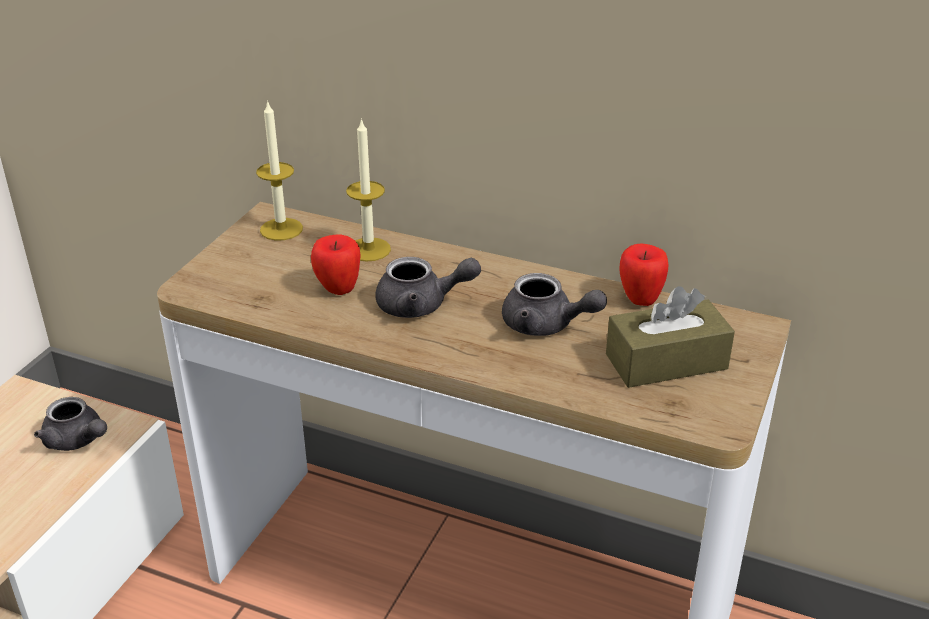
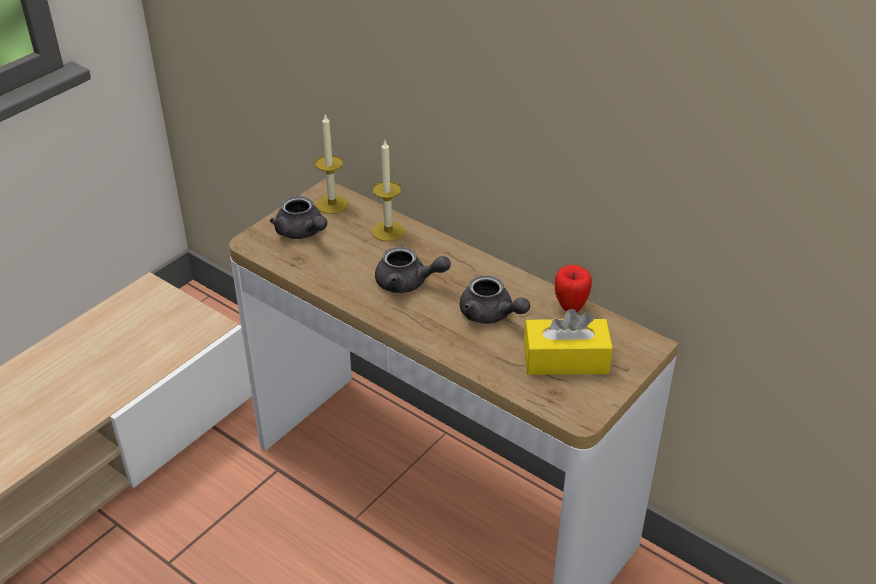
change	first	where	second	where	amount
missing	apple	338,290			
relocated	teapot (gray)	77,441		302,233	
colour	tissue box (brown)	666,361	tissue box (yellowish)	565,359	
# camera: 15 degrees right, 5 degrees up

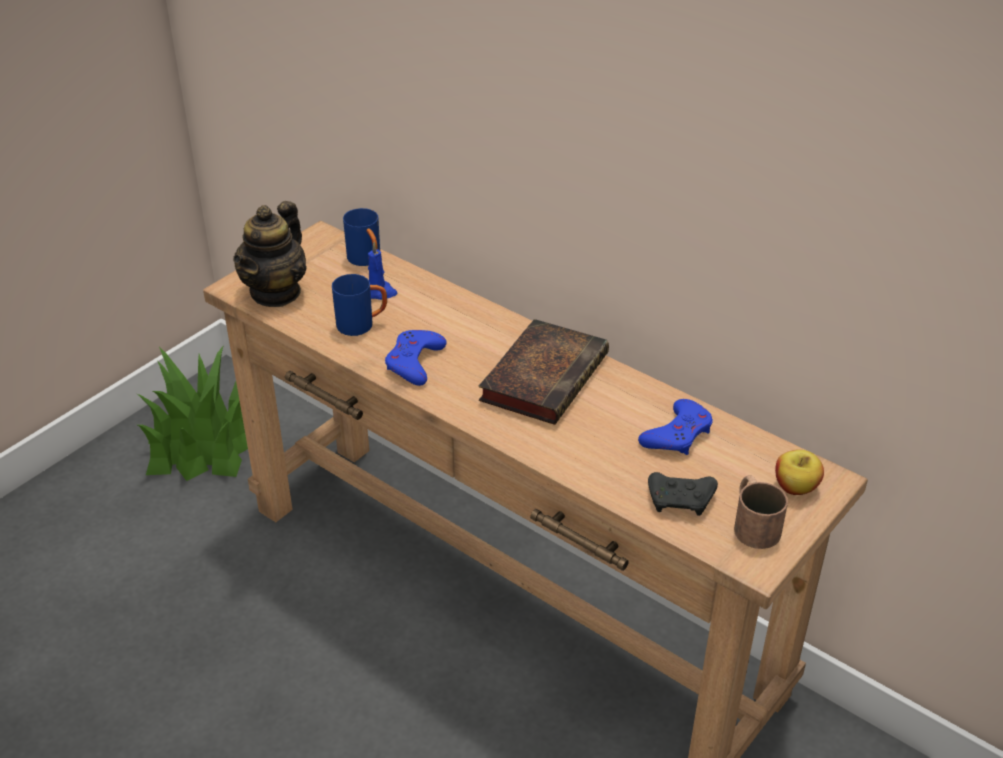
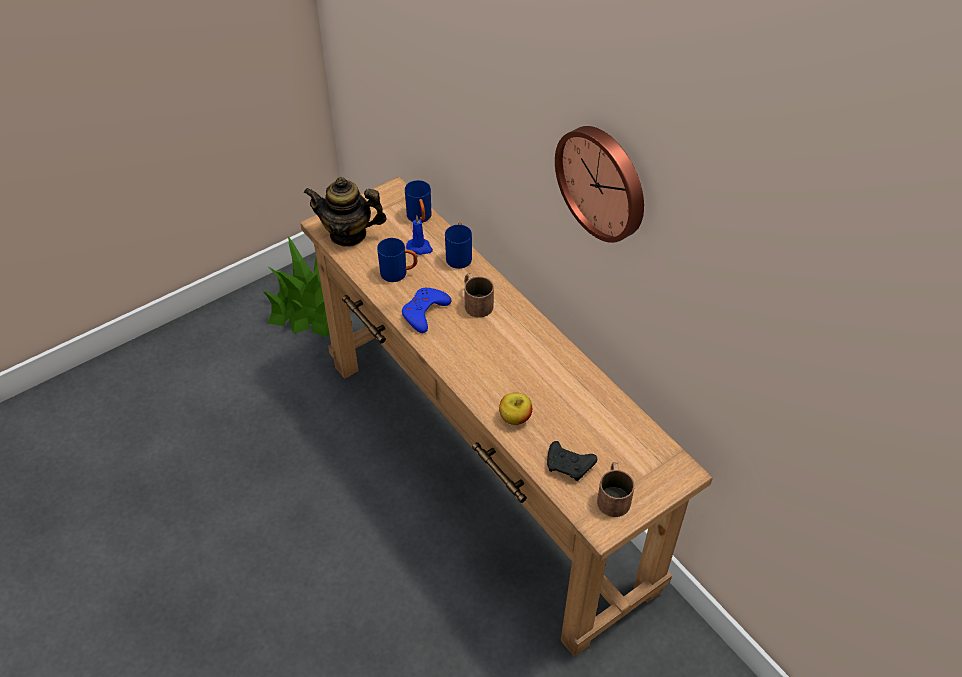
change	first	where	second	where	amount
missing	book	544,376			
missing	joypad (bluish)	678,434			
appeared			tea mug (bluish)	459,256	
appeared			tea mug (brown)	475,301	
appeared			hanging clock	603,182	
relocated	apple	795,487		515,417	
spun	teapot	276,292		348,234	60 degrees clockwise
# camera: 15 degrees right, 10 degrees up

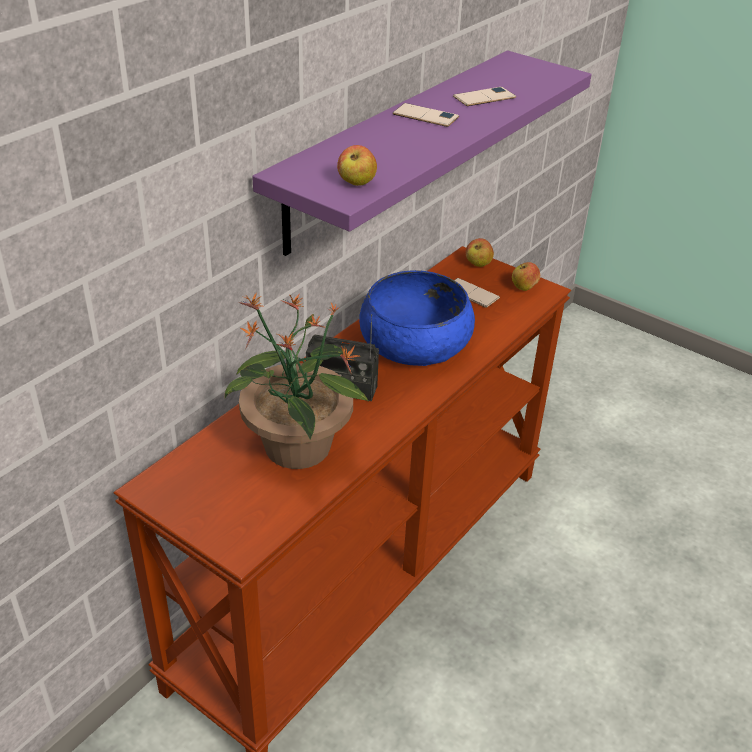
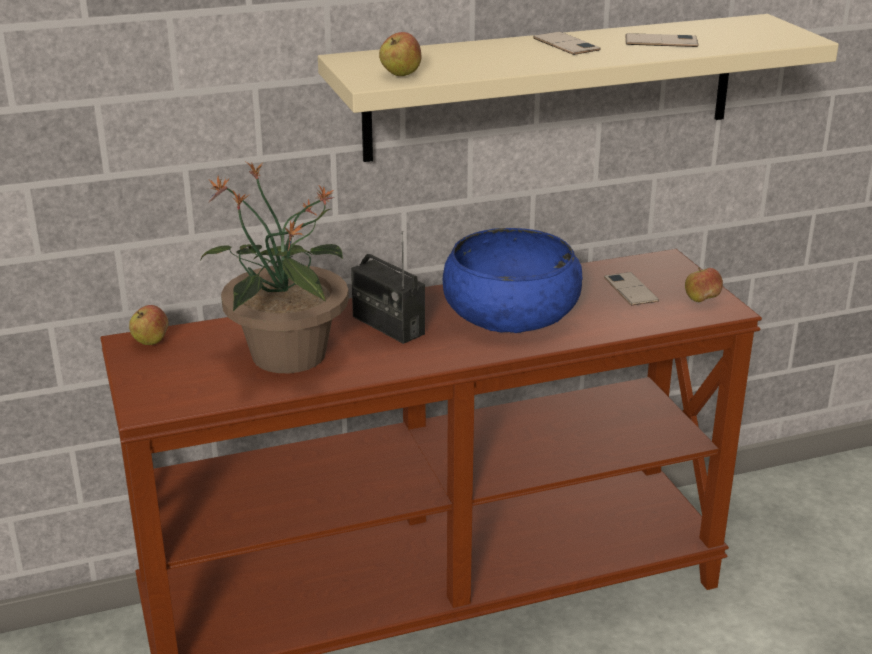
change	first	where	second	where	amount
relocated	apple	478,264		151,341	
colour	bracket shelf (purple)	395,148	bracket shelf (sand-coloured)	553,86	
# camera: 35 degrees right, 10 degrees down

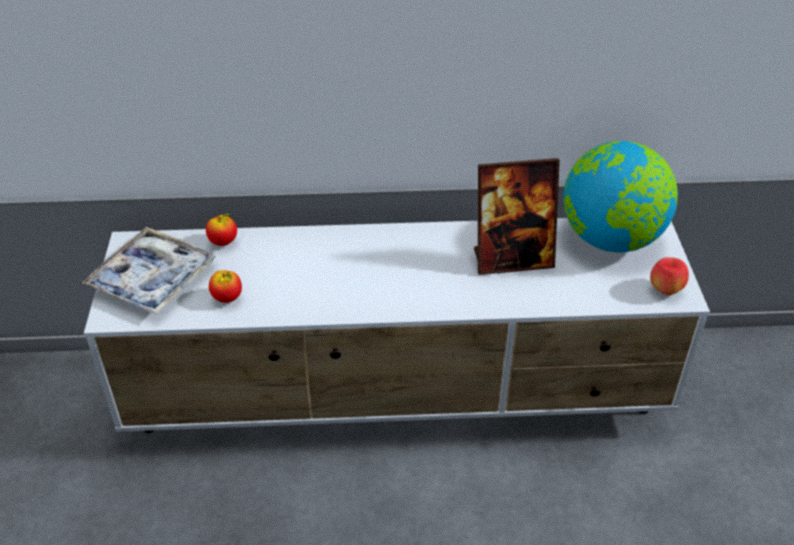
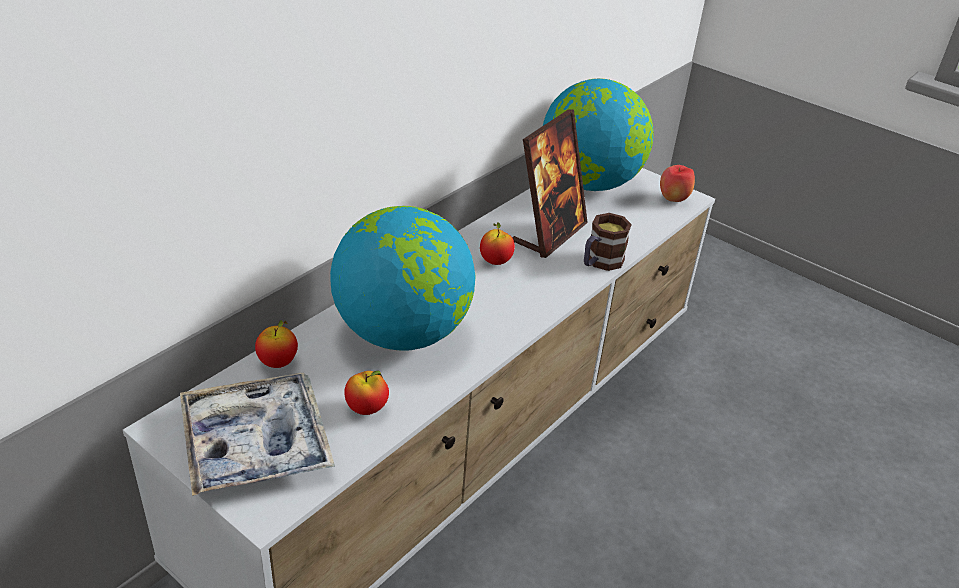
change	first	where	second	where	amount
appeared			globe	403,333	
appeared			apple	495,261	
appeared			tea mug	600,262	
# camera: 50 degrees left, 5 degrees down

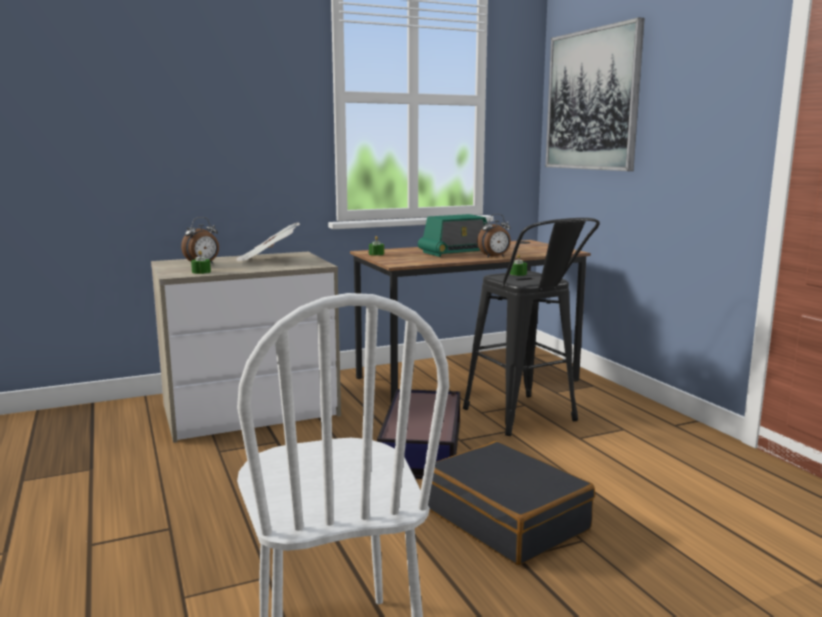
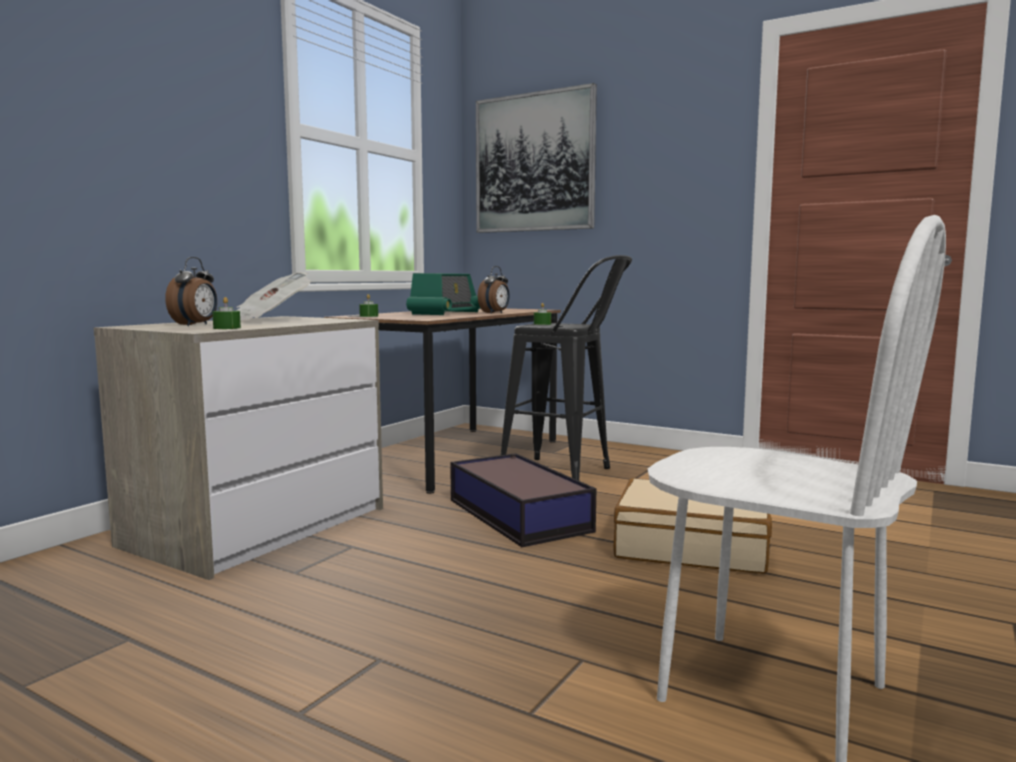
change	first	where	second	where	amount
colour	piece of luggage (black)	506,519	piece of luggage (sand-coloured)	691,546	
# camera: 35 degrees left, 5 degrees down

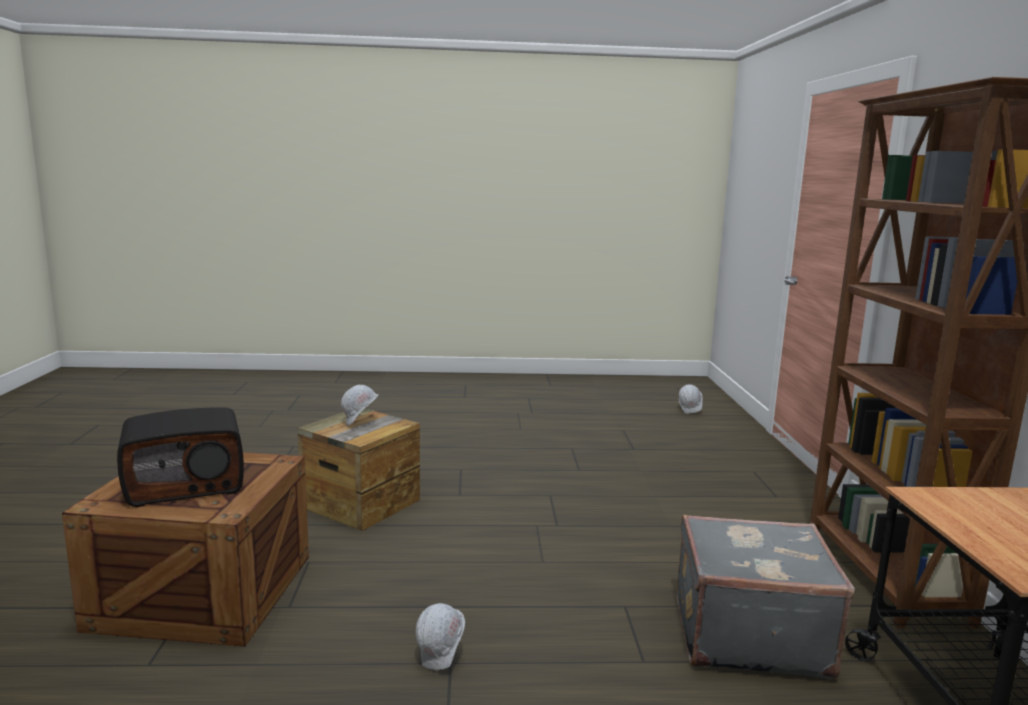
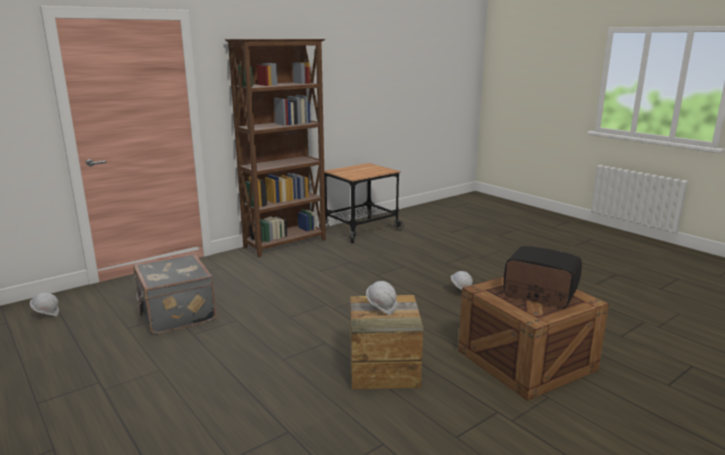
change	first	where	second	where	amount
relocated	piece of luggage (gray)	747,634		175,314	
# camera: 125 degrees left, 5 degrees up

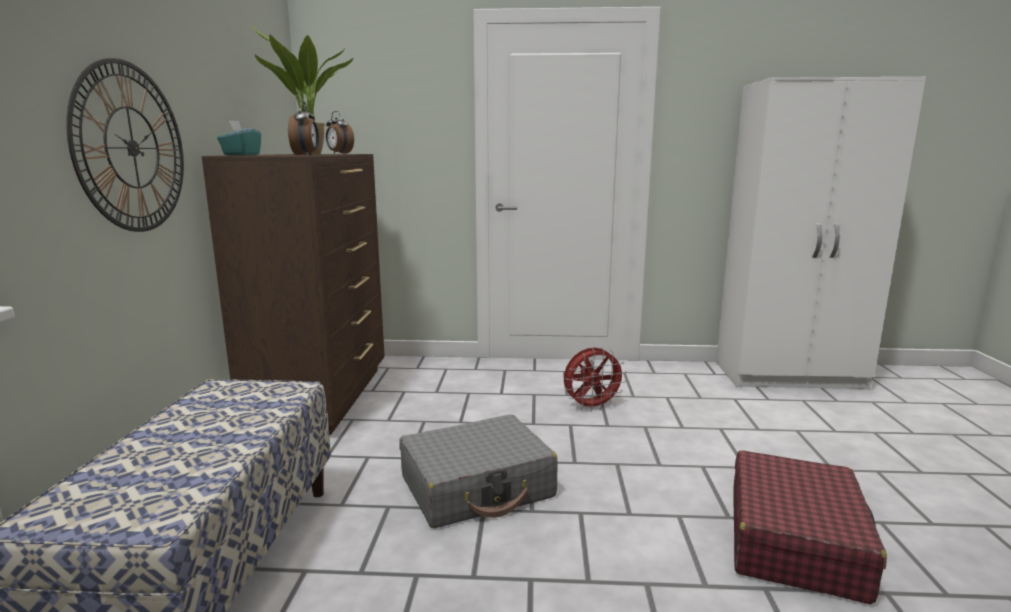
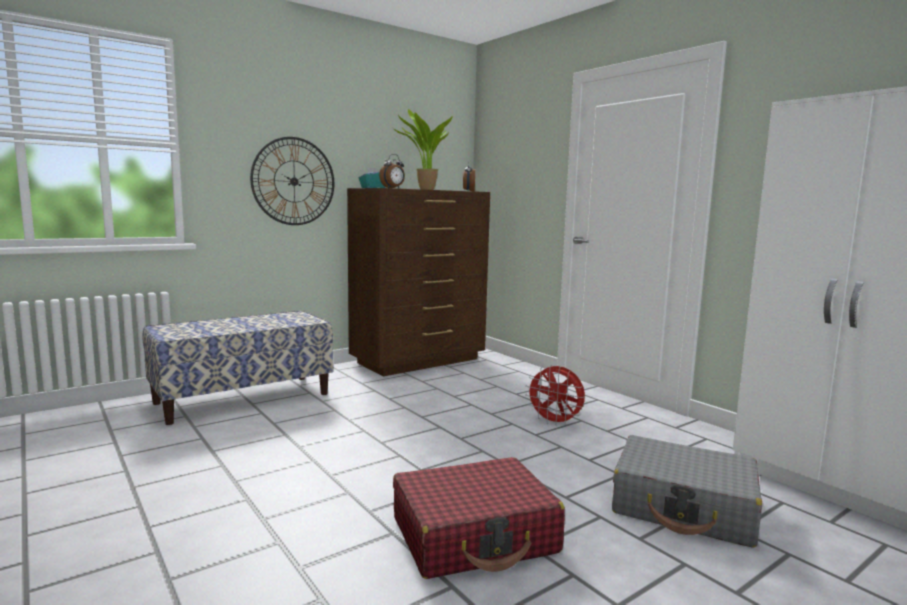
change	first	where	second	where	amount
relocated	piece of luggage (gray)	477,487		684,507	
# camera: 50 degrees right, 5 degrees down

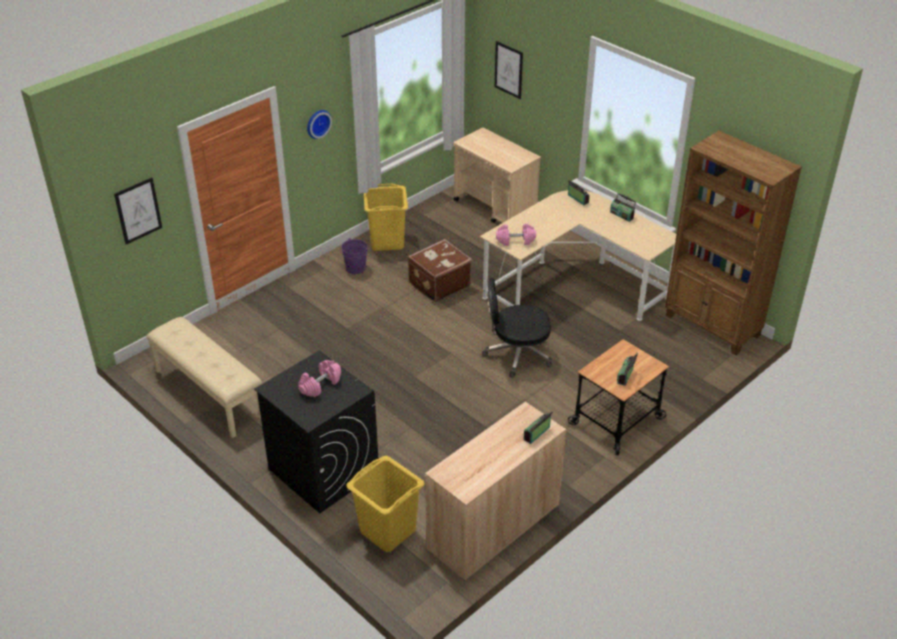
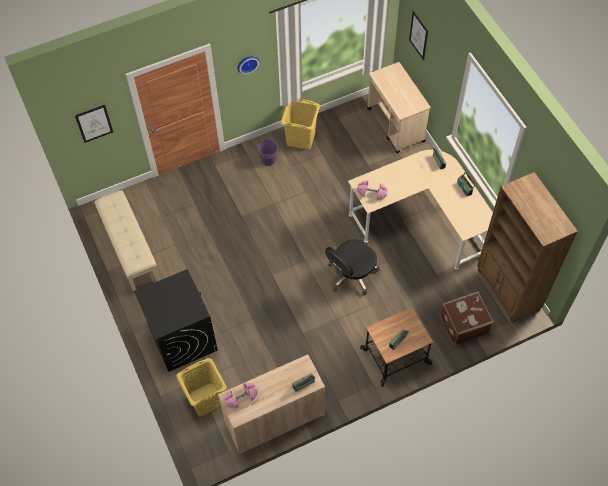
change	first	where	second	where	amount
relocated	hand weight (pinkish)	320,385		241,397	
relocated	piece of luggage (brown)	438,284		463,324	
spun	computer chair (black)	516,354		351,275	60 degrees counterclockwise
# camera: 20 degrees right, 20 degrees up

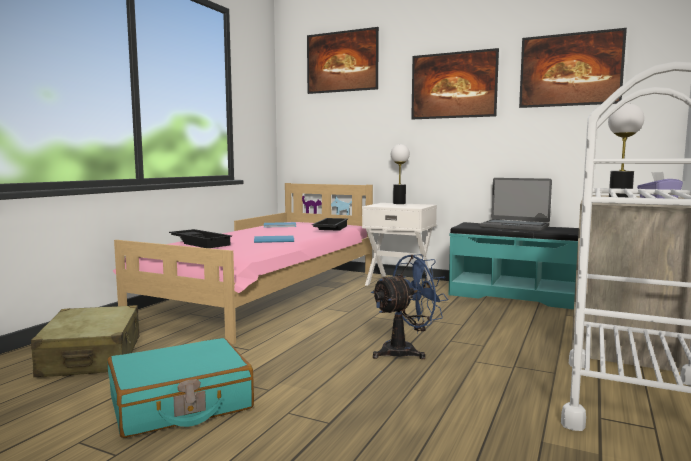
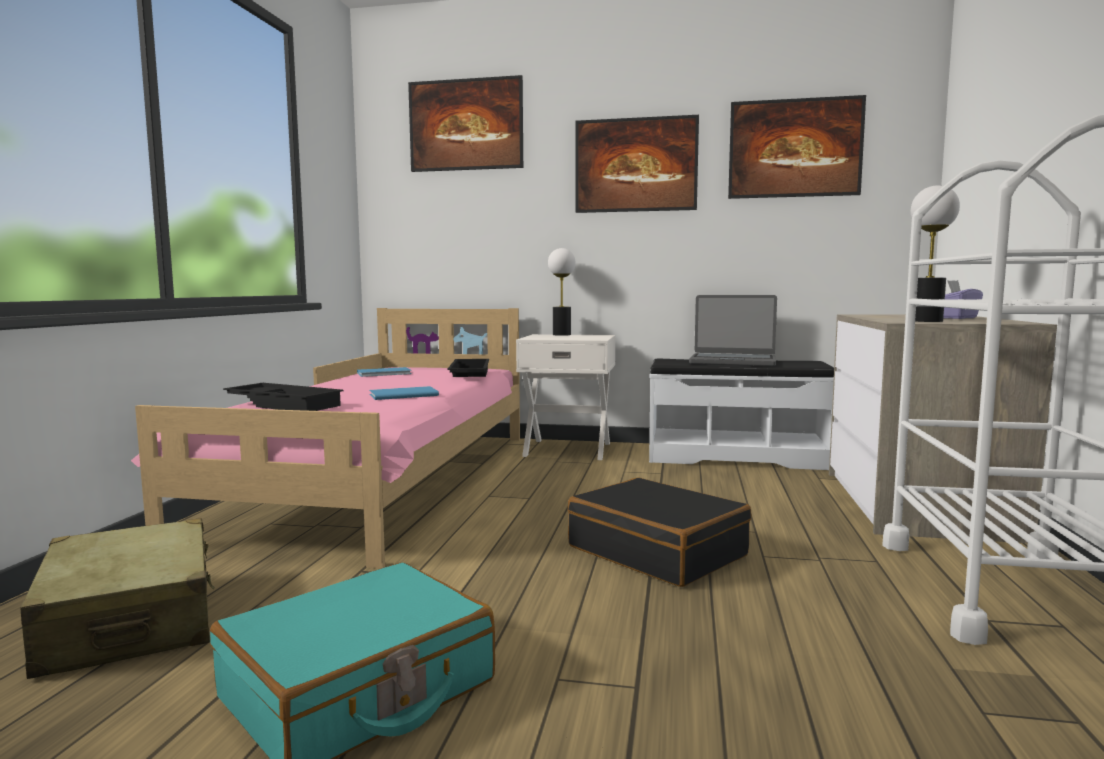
change	first	where	second	where	amount
exchanged	fan (bluish)	405,351	piece of luggage (black)	657,551	
colour	long seat (turquoise)	516,295	long seat (white-coloured)	736,456	
# camera: 15 degrees left, 0 degrees up

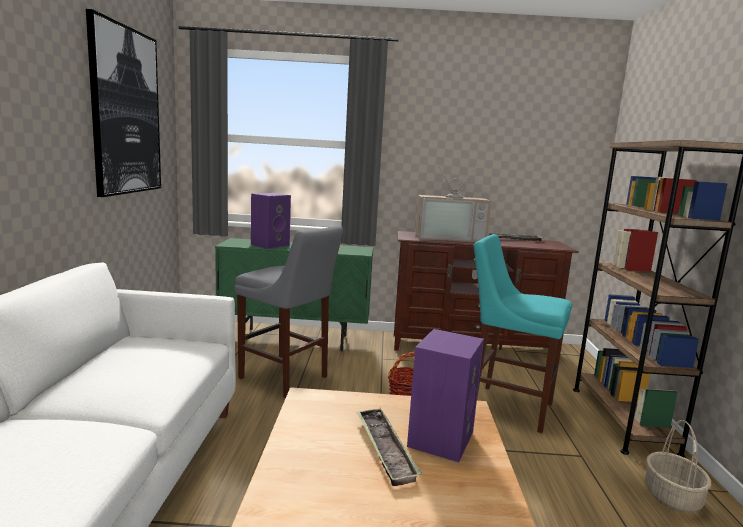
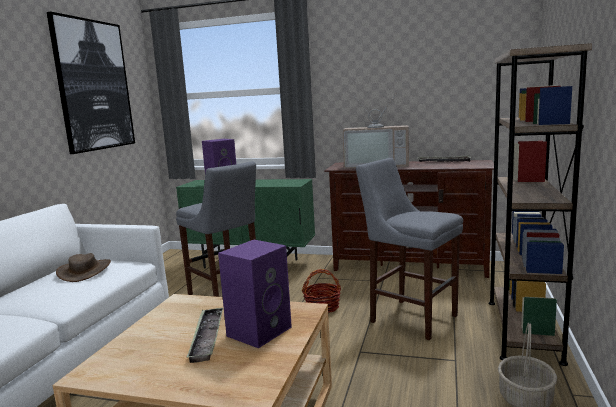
change	first	where	second	where	amount
appeared			clothing hat (brown)	85,271	
colour	stool (turquoise)	507,406	stool (gray)	410,317	
# camera: 15 degrees right, 0 degrees up

